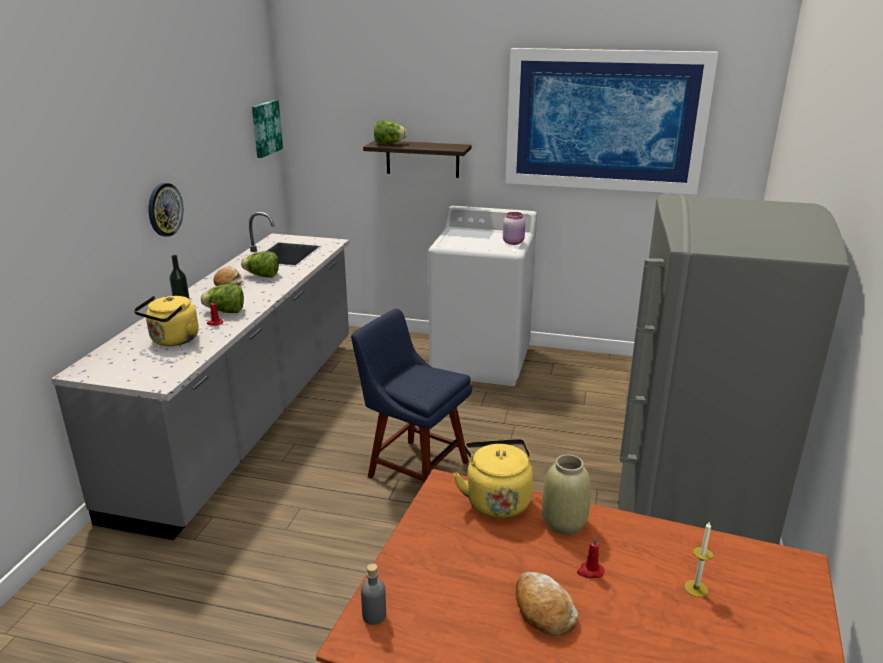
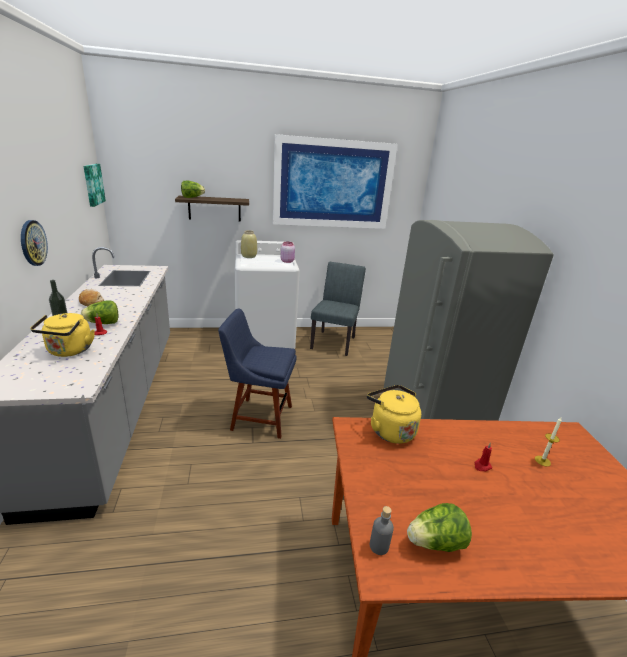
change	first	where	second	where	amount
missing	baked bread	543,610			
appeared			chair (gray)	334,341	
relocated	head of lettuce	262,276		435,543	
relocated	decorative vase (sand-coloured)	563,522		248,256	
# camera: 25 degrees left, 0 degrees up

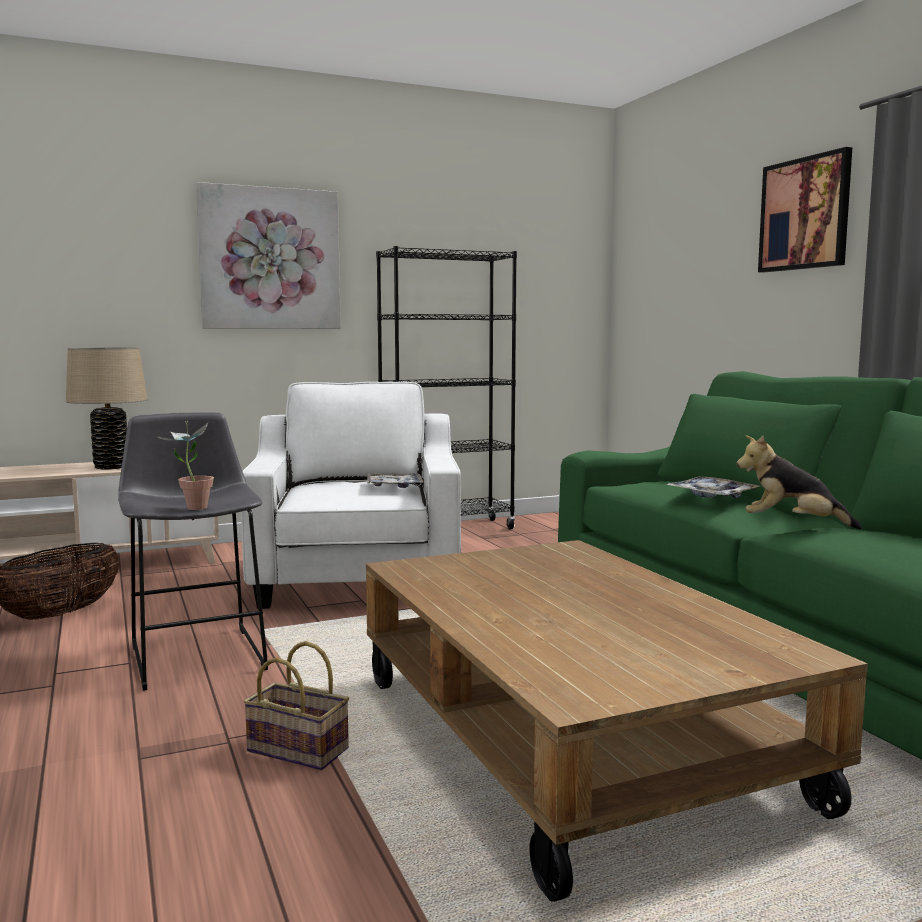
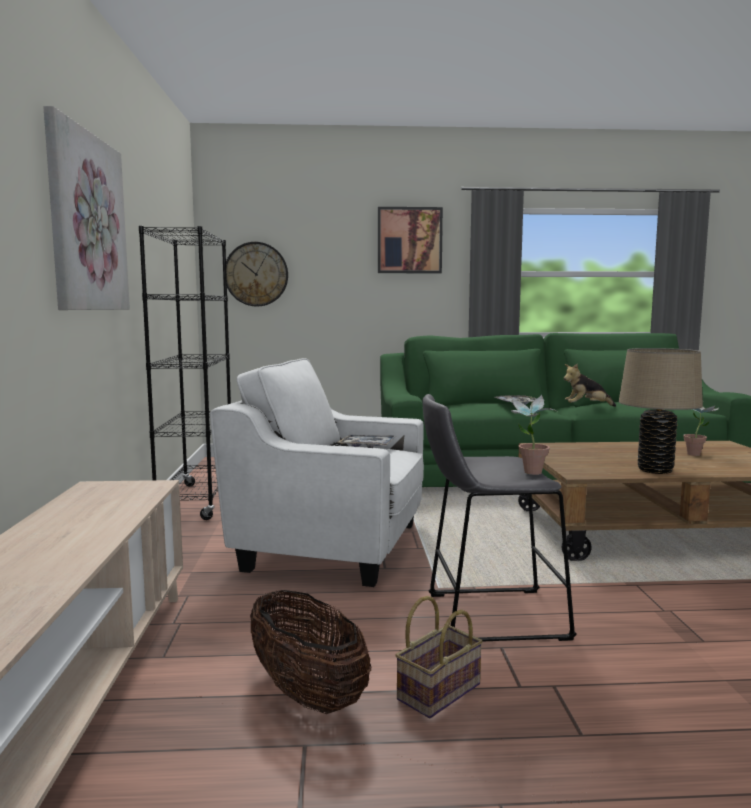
change	first	where	second	where	amount
appeared			hanging clock	256,274	
appeared			potted plant	697,454	
relocated	table lamp (sand-coloured)	111,467		655,470	
relocated	storage basket	301,750		439,690	
spun	cuddly toy	792,525		586,407	45 degrees clockwise
# camera: 70 degrees left, 0 degrees up

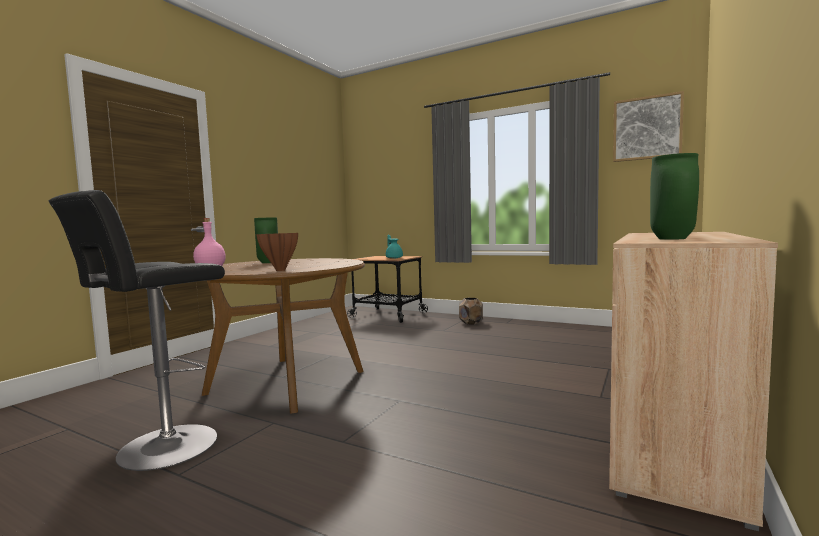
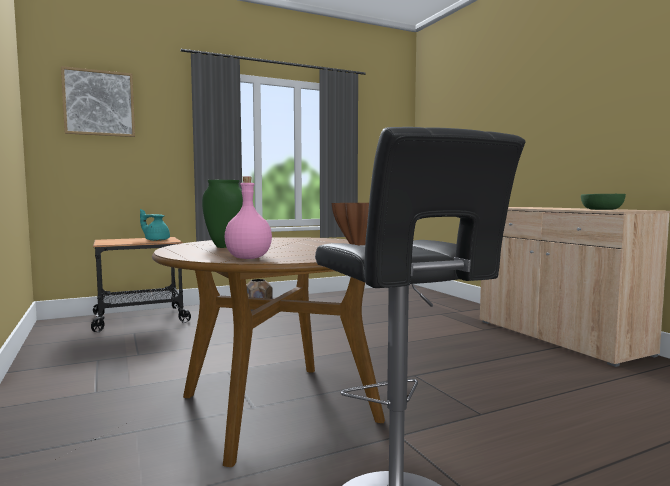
change	first	where	second	where	amount
relocated	wall art	647,128		99,103	
exchanged	decorative vase (green-coloured)	670,239	bowl (green-coloured)	601,209	
# camera: 55 degrees left, 0 degrees up

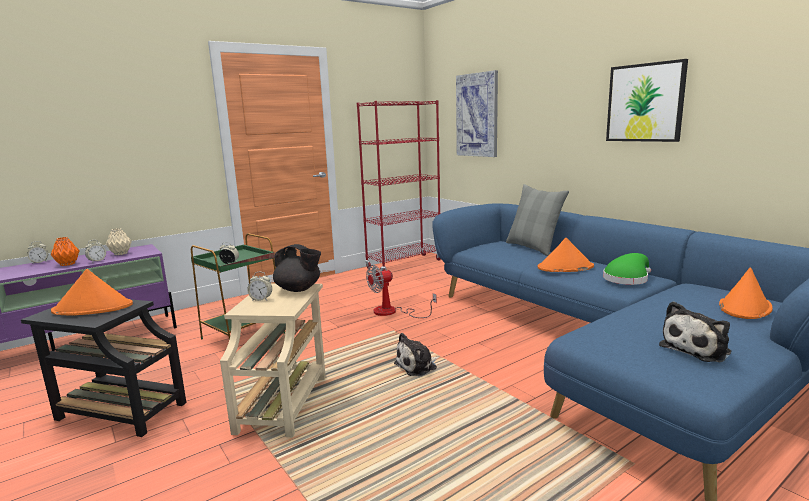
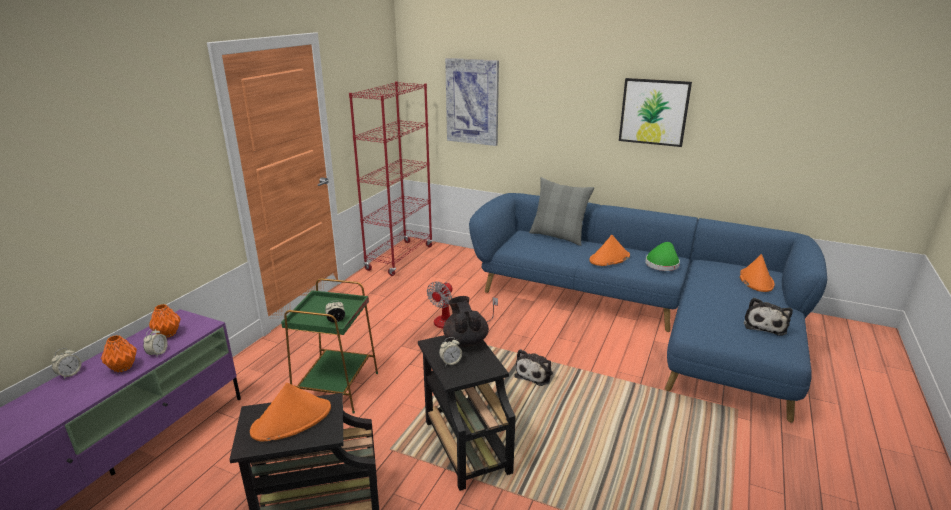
change	first	where	second	where	amount
colour	decorative vase (sand-coloured)	121,253	decorative vase (orange-coloured)	168,334	
colour	side table (sand-coloured)	284,402	side table (black)	465,444	
spun	teapot (black)	299,289		465,341	105 degrees counterclockwise
# camera: 30 degrees left, 10 degrees up

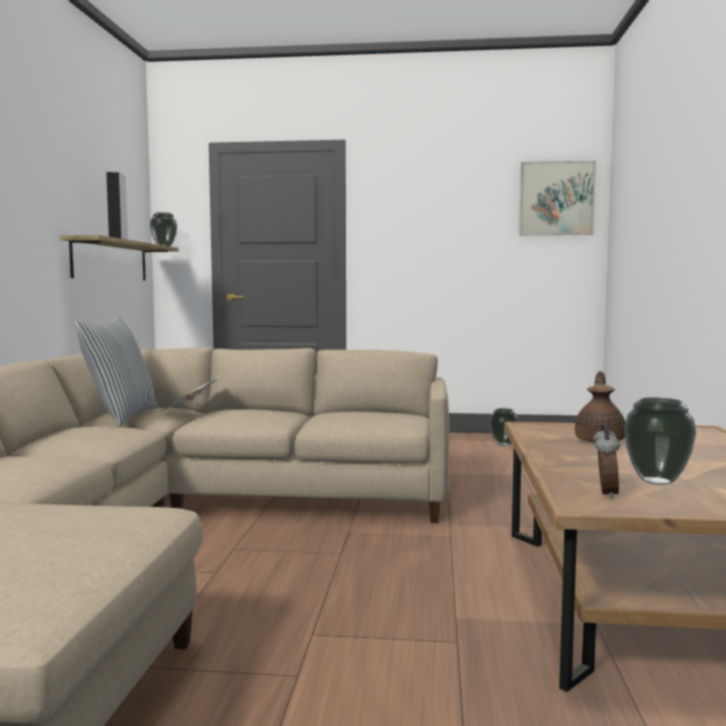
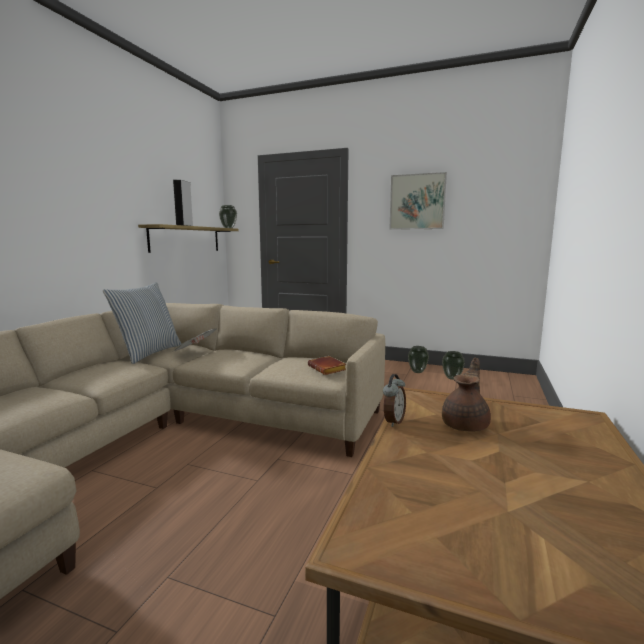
change	first	where	second	where	amount
appeared			book (brown)	328,369	
relocated	wall art	556,198		417,202	
relocated	alarm clock	604,493		393,421	
relocated	decorative vase	655,481		417,372	
# camera: 15 degrees right, 5 degrees up

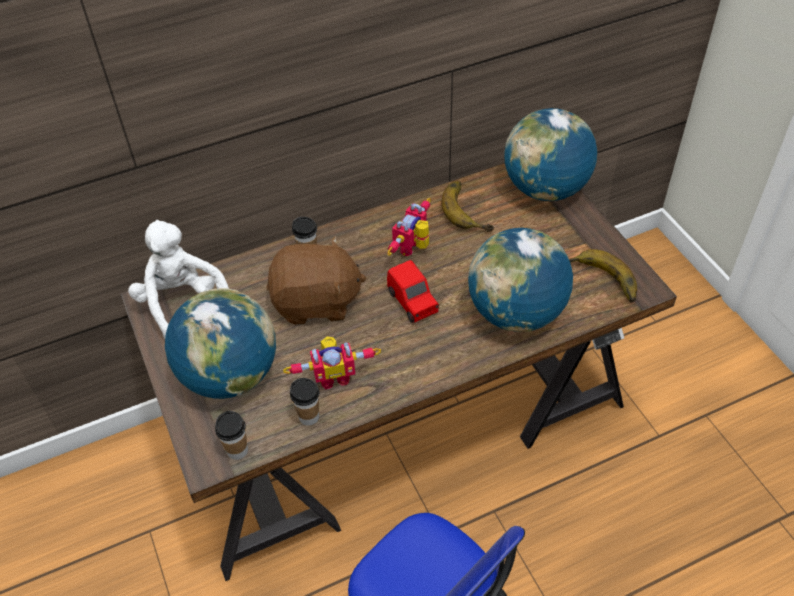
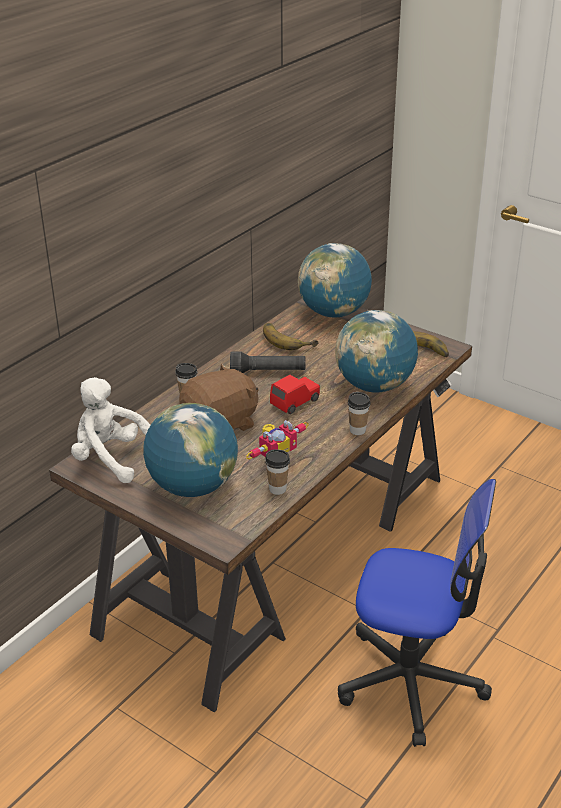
change	first	where	second	where	amount
relocated	small cup	237,450		357,430	
exchanged	model robot	414,248	flashlight (black)	268,372	
spun	toy car (red)	413,302		295,402	75 degrees counterclockwise
# camera: 30 degrees left, 15 degrees down

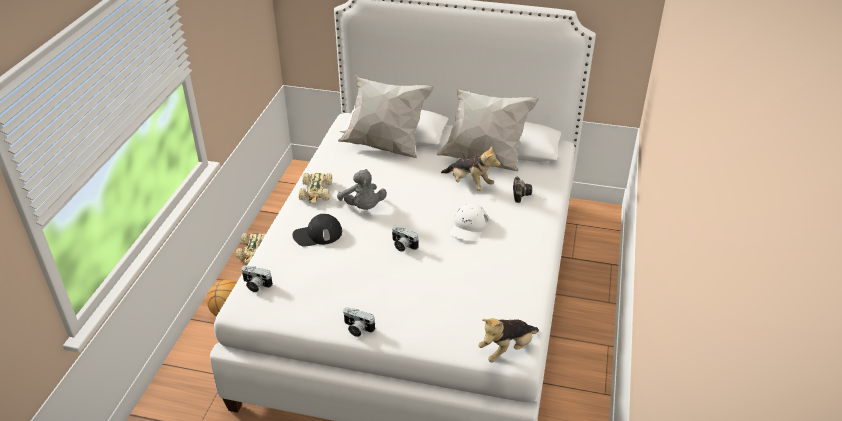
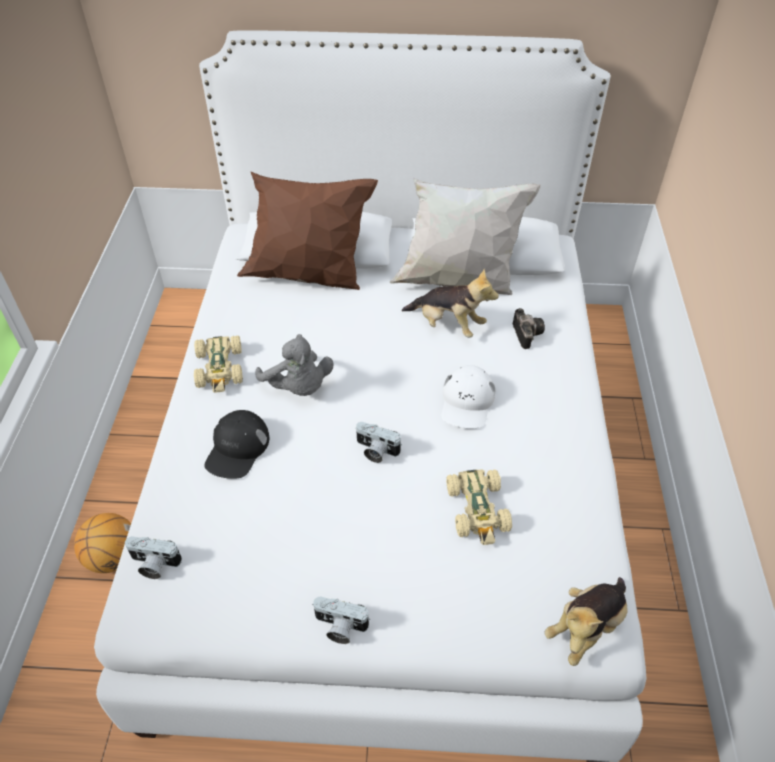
change	first	where	second	where	amount
relocated	toy car (sand-coloured)	253,251		478,509	
colour	pillow (white-coloured)	385,147	pillow (brown)	309,276	
spun	cap (black)	317,234		237,448	45 degrees counterclockwise
# camera: 10 degrees left, 10 degrees up

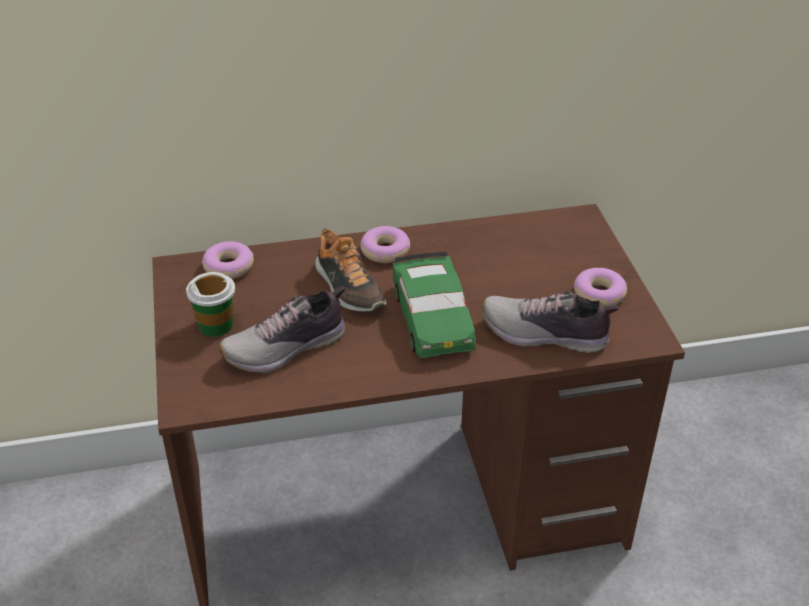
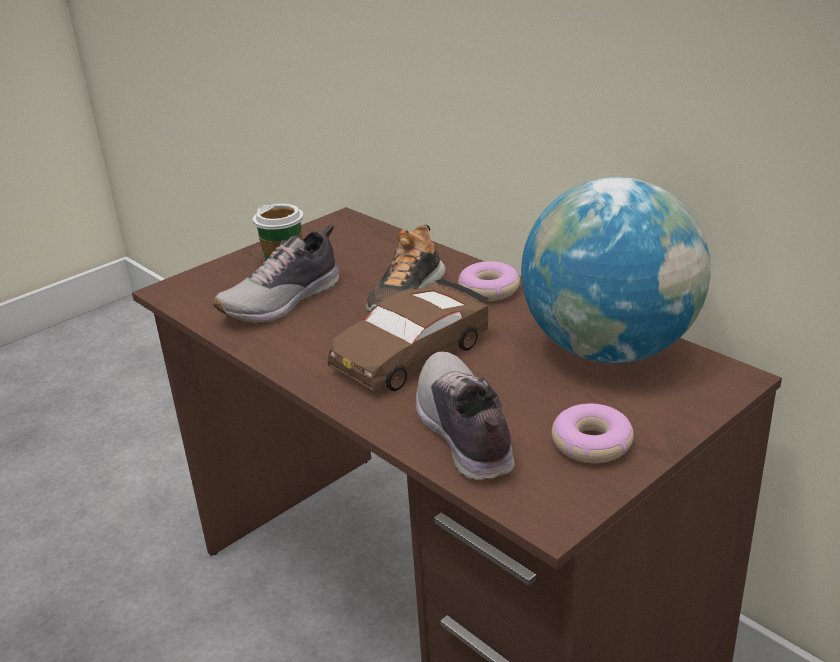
change	first	where	second	where	amount
missing	doughnut	229,267			
appeared			globe	610,349	
colour	toy car (green-coloured)	433,318	toy car (brown)	411,353	
spun	shoe	287,348		284,301	75 degrees counterclockwise
# camera: 60 degrees right, 10 degrees down

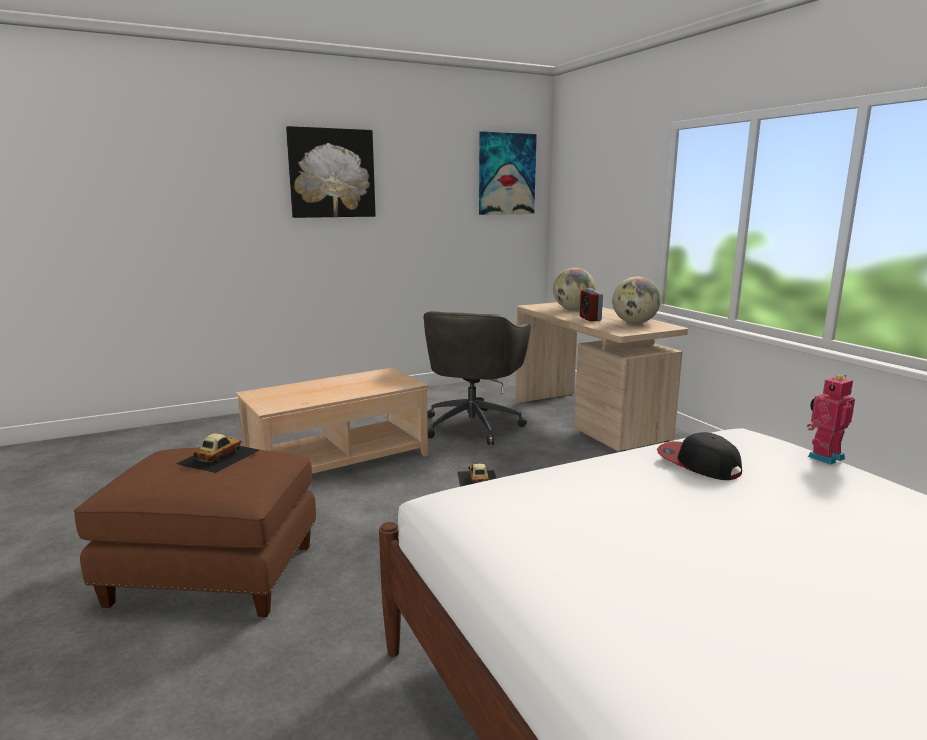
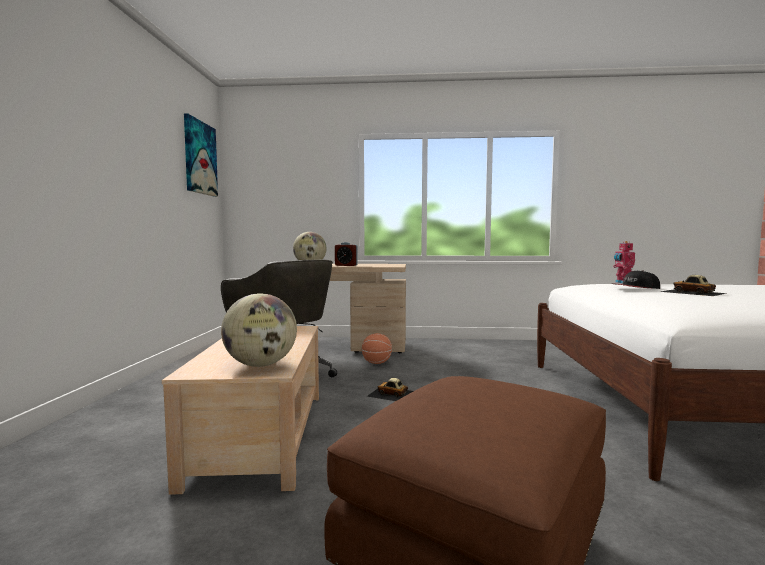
change	first	where	second	where	amount
missing	wall art	331,173			
appeared			basketball ball	377,363	
relocated	toy car	218,456		692,292	
relocated	globe	634,323		260,365	
# camera: 60 degrees left, 10 degrees down

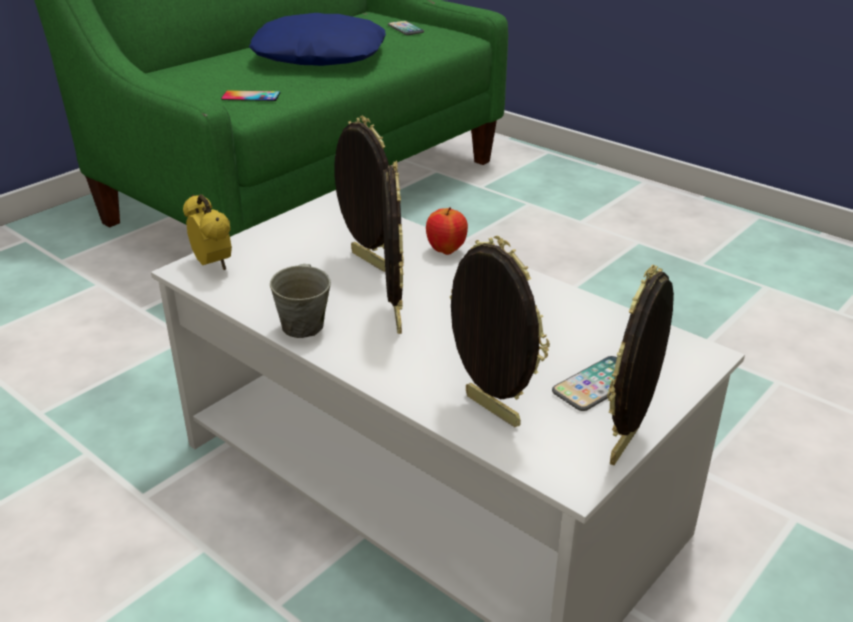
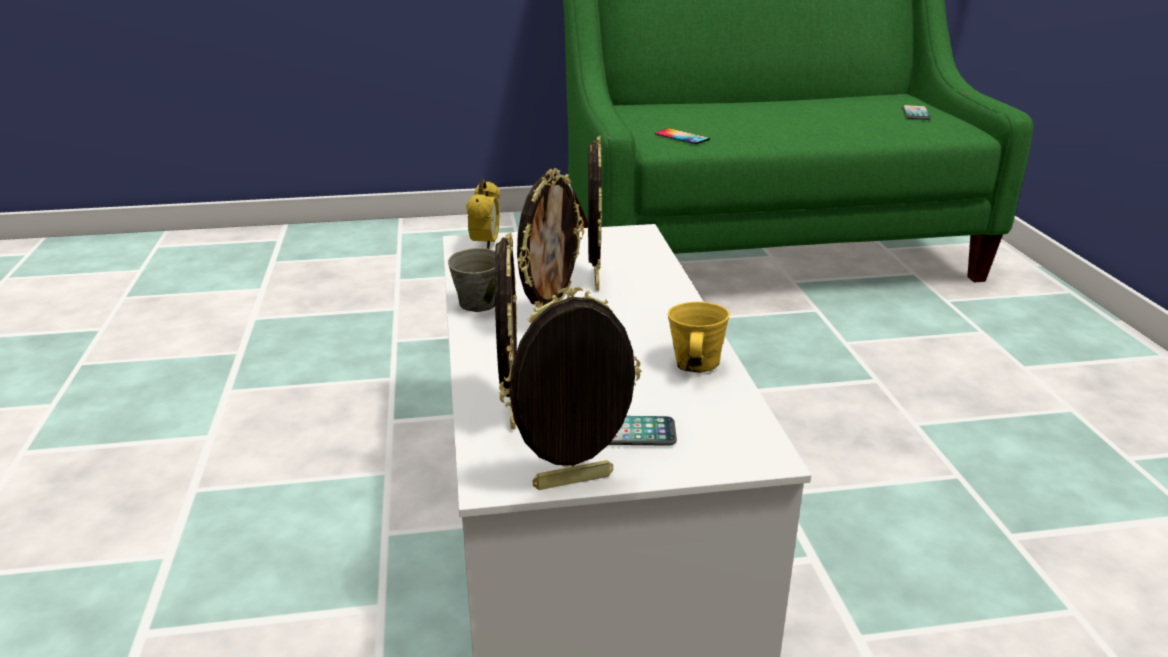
change	first	where	second	where	amount
missing	pillow (bluish)	320,55			
missing	apple	446,250			
appeared			tea mug (yellowish)	695,365	
# camera: 40 degrees right, 5 degrees down

